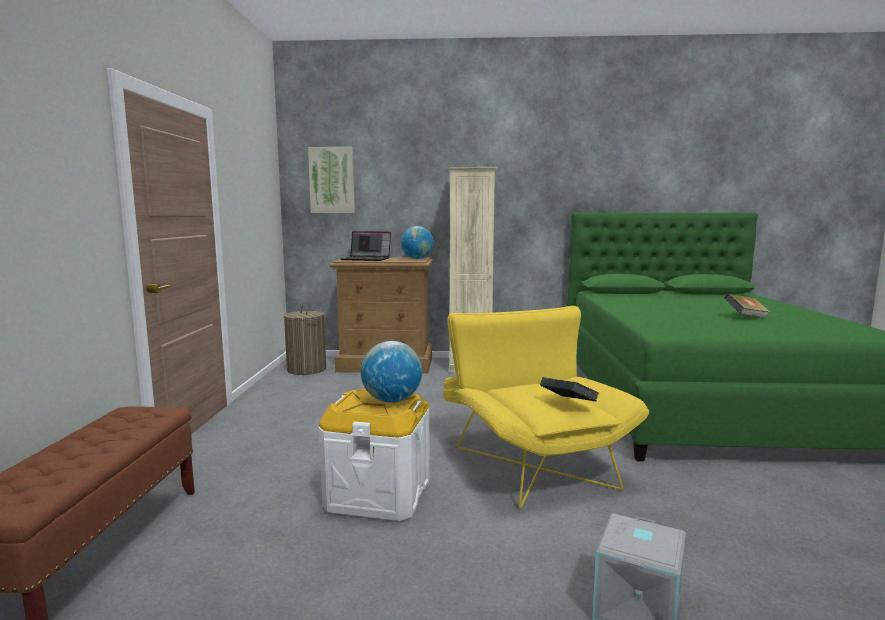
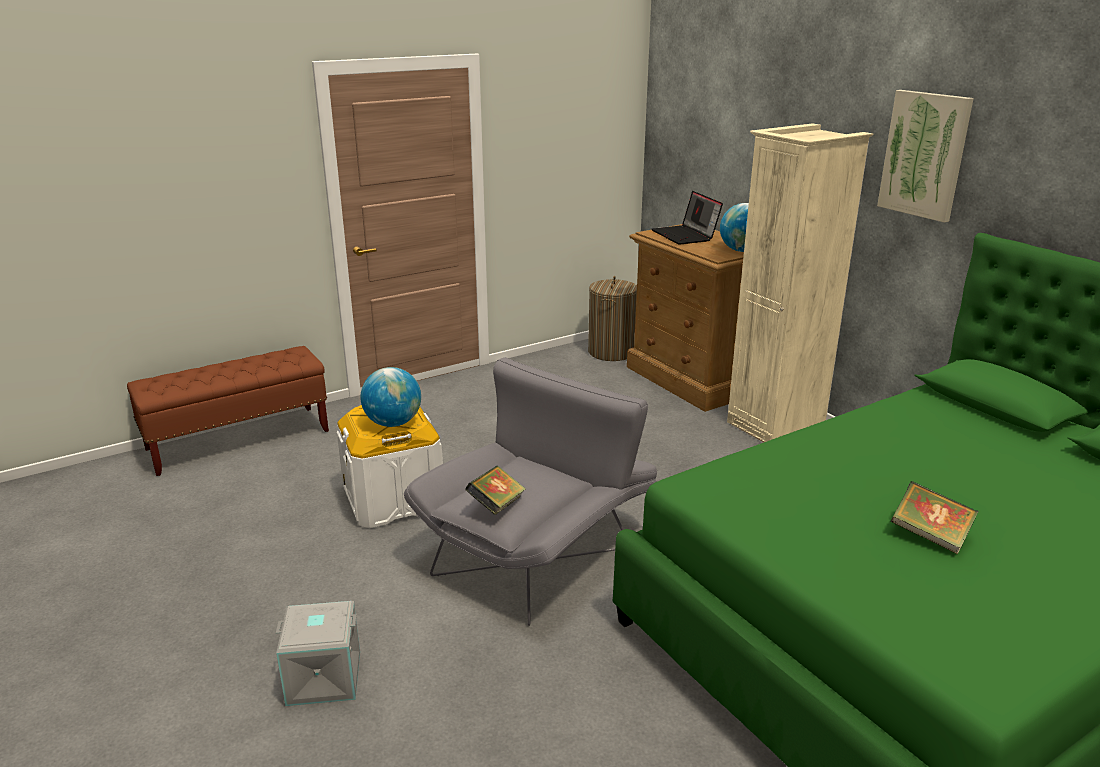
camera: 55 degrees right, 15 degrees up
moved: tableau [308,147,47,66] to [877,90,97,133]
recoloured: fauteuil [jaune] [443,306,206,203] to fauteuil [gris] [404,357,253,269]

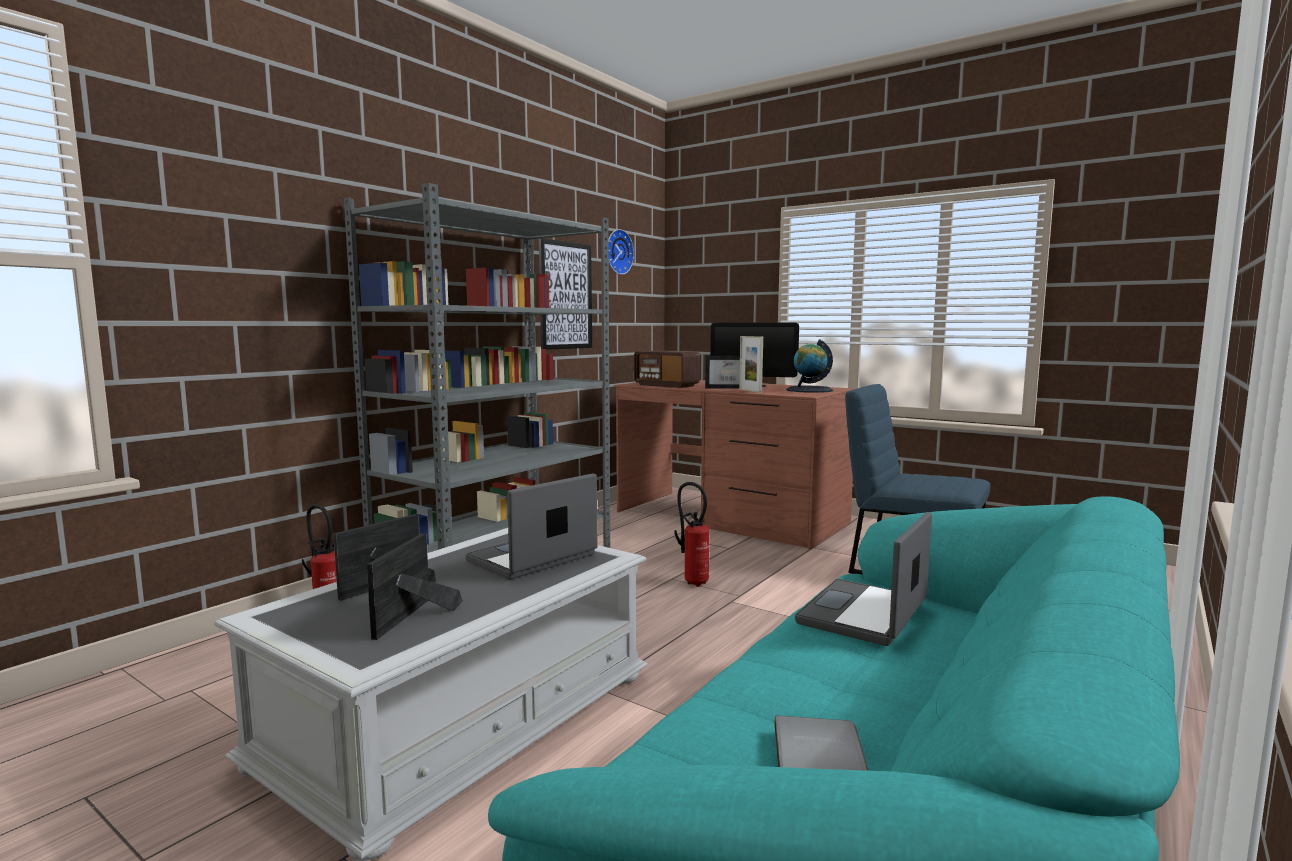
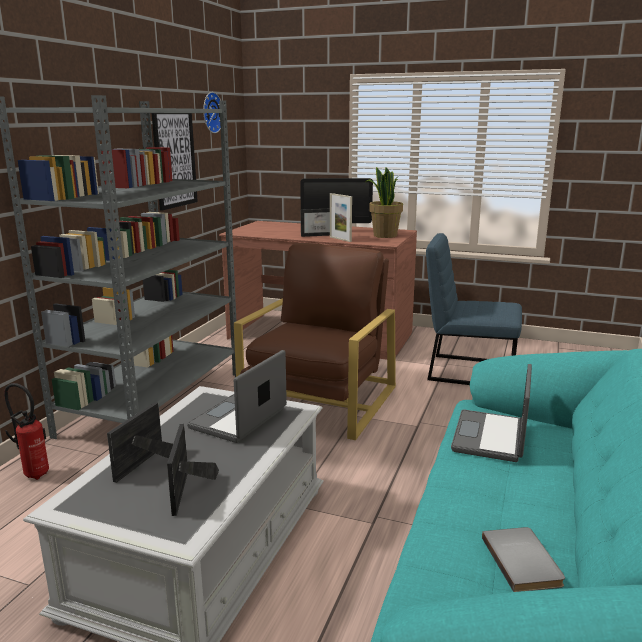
camera: 15 degrees left, 10 degrees up
removed: radio [634,351,66,37]
replaced: globe [786,340,47,53] to plante en pot [366,167,37,71]; extincteur [674,482,36,105] to fauteuil [marron] [234,243,162,197]

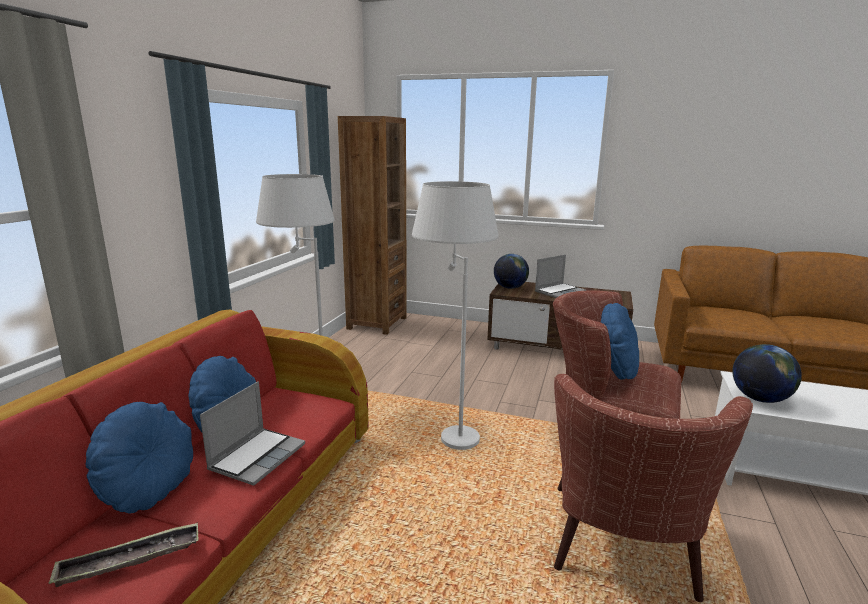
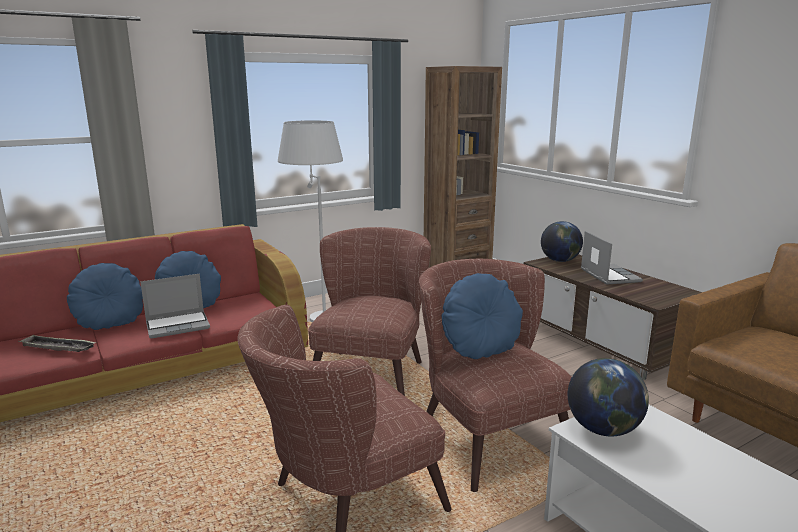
camera: 40 degrees right, 0 degrees up
replaced: lampadaire [blanc] [412,181,87,269] to fauteuil [marron] [308,227,123,169]
turned: ordinateur portable [535,255,52,43] = [581,231,62,54] 105 degrees counterclockwise

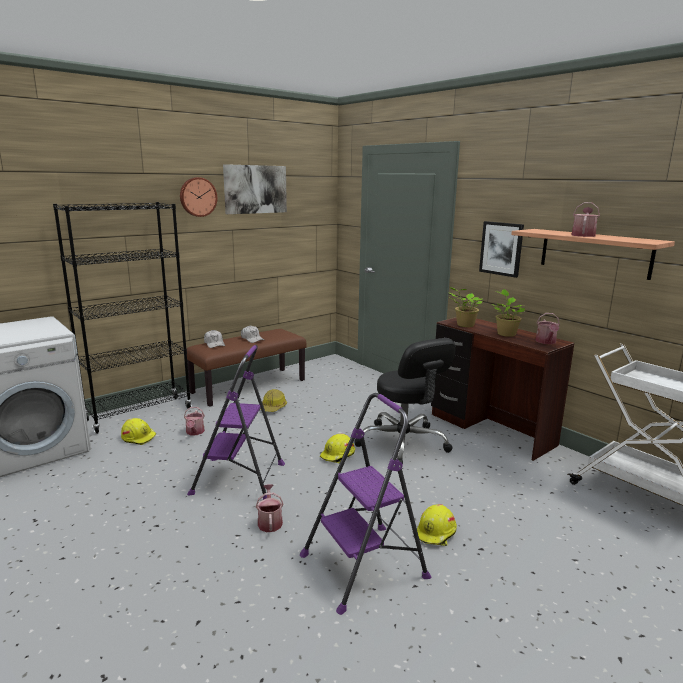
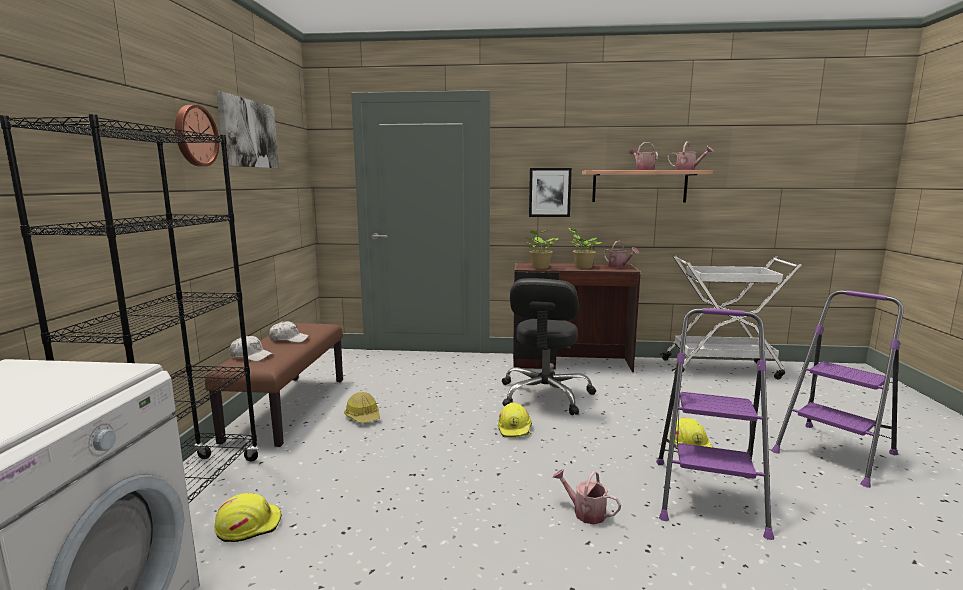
camera: 45 degrees left, 5 degrees down
moved: escabeau [violet] [187,345,98,155] to [771,290,133,198]; arrosoir [184,407,21,29] to [668,142,45,28]
turned: chaise de bureau [noir] [354,338,102,126] = [502,278,94,137] 90 degrees clockwise

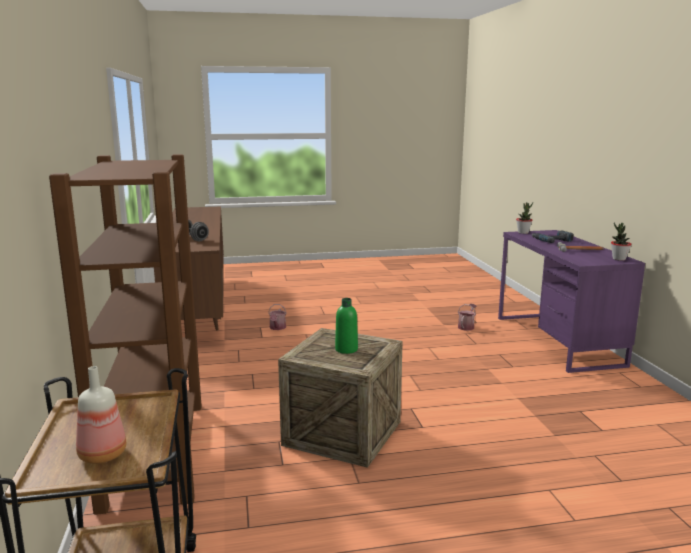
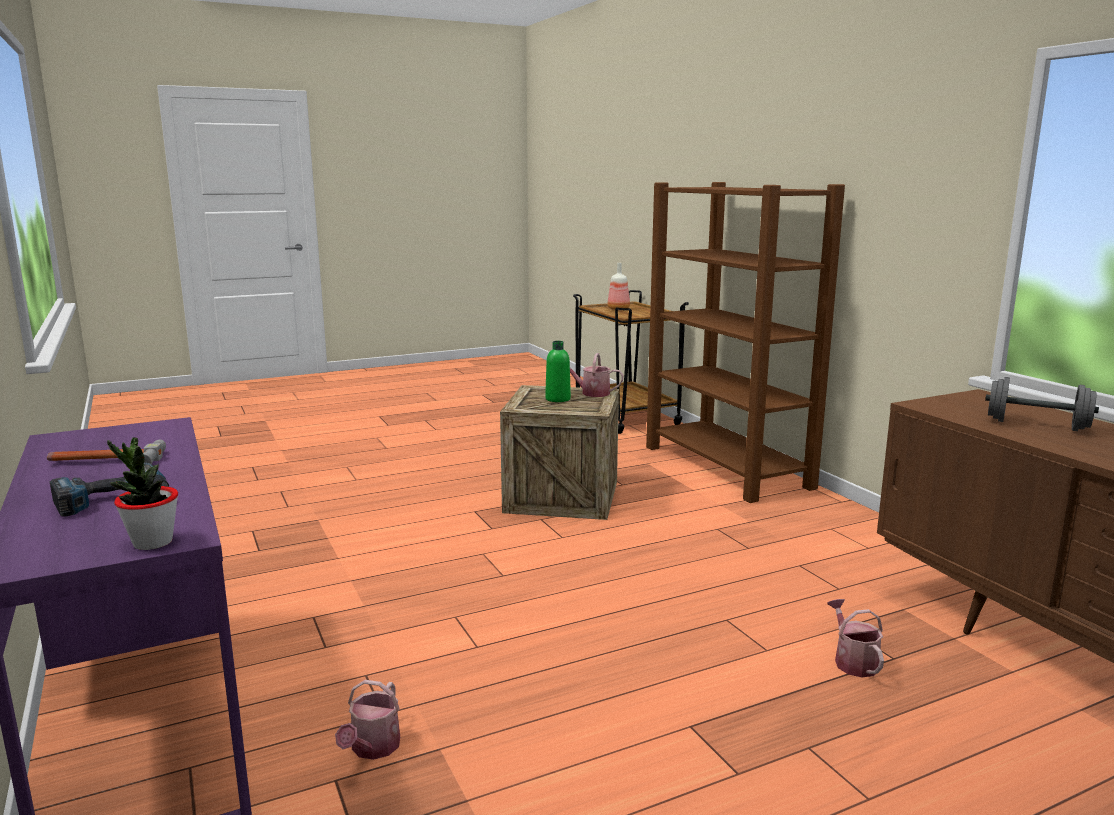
camera: 165 degrees right, 0 degrees up
removed: plante en pot [611,223,21,38]
added: arrosoir [570,353,54,44]

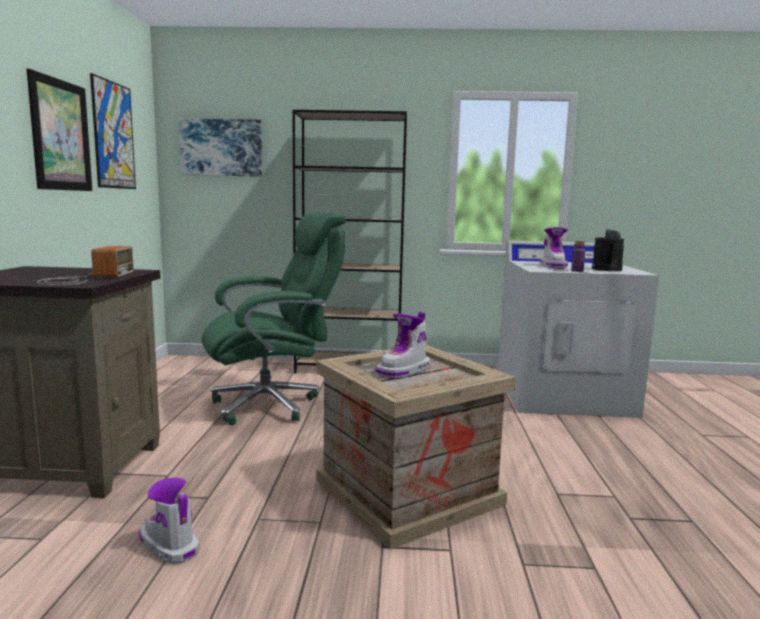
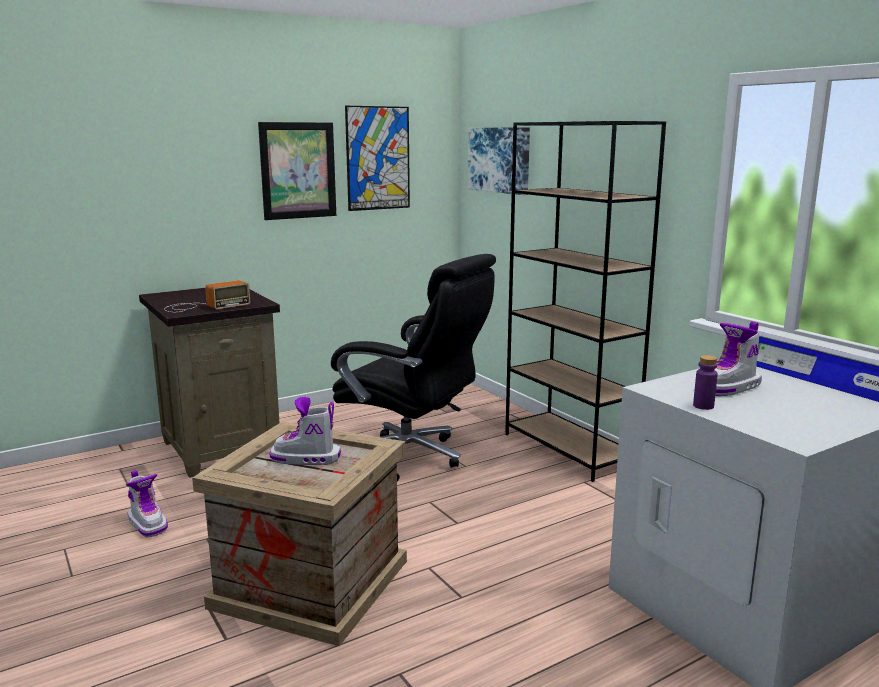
camera: 55 degrees right, 5 degrees up
removed: arrosoir [noir] [592,229,32,42]
recoloured: chaise de bureau [vert] [202,212,144,213] to chaise de bureau [noir] [331,254,165,227]
turned: botte [139,478,61,86] = [126,470,42,67] 135 degrees clockwise

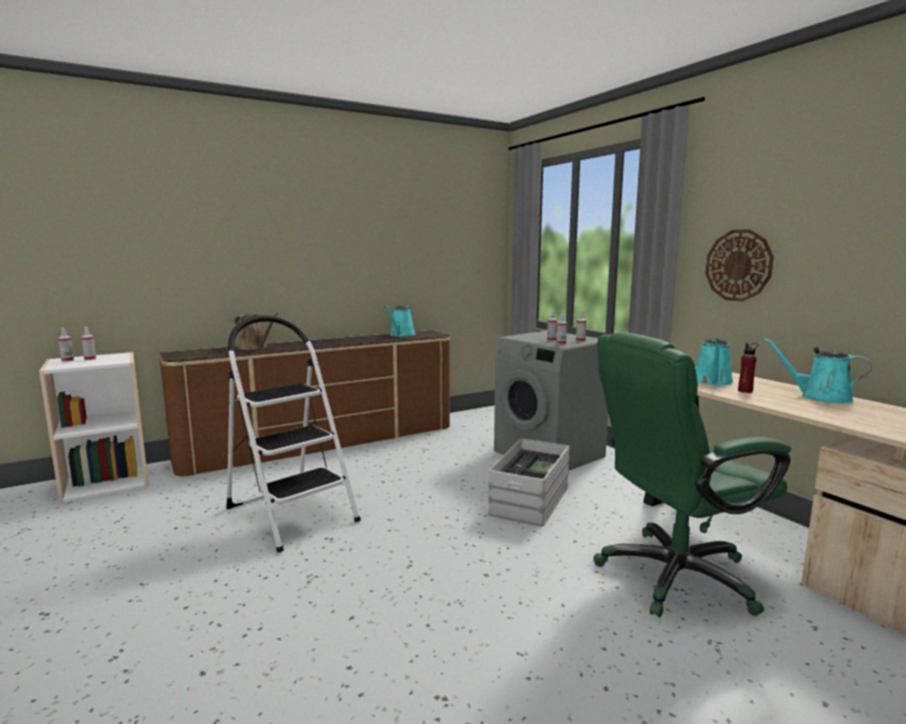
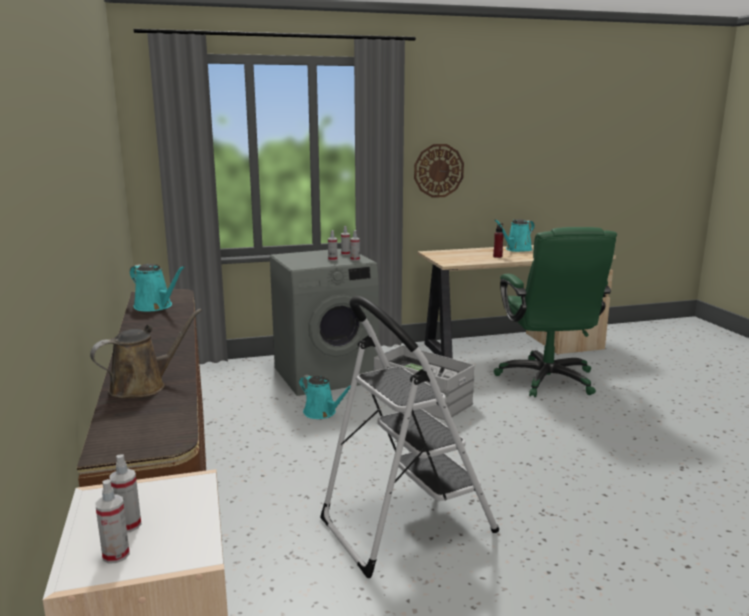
camera: 75 degrees left, 5 degrees up
moved: arrosoir [turquoise] [696,338,38,48] to [299,375,52,44]

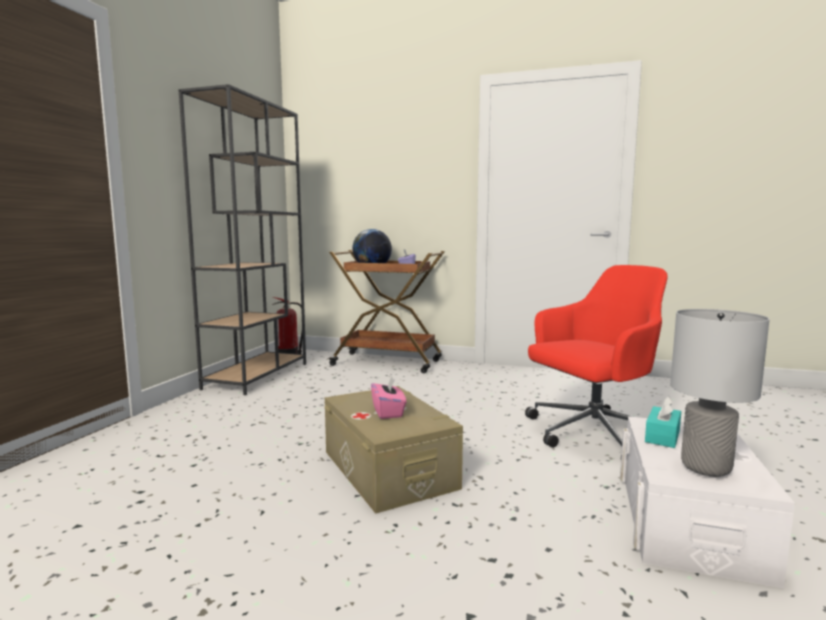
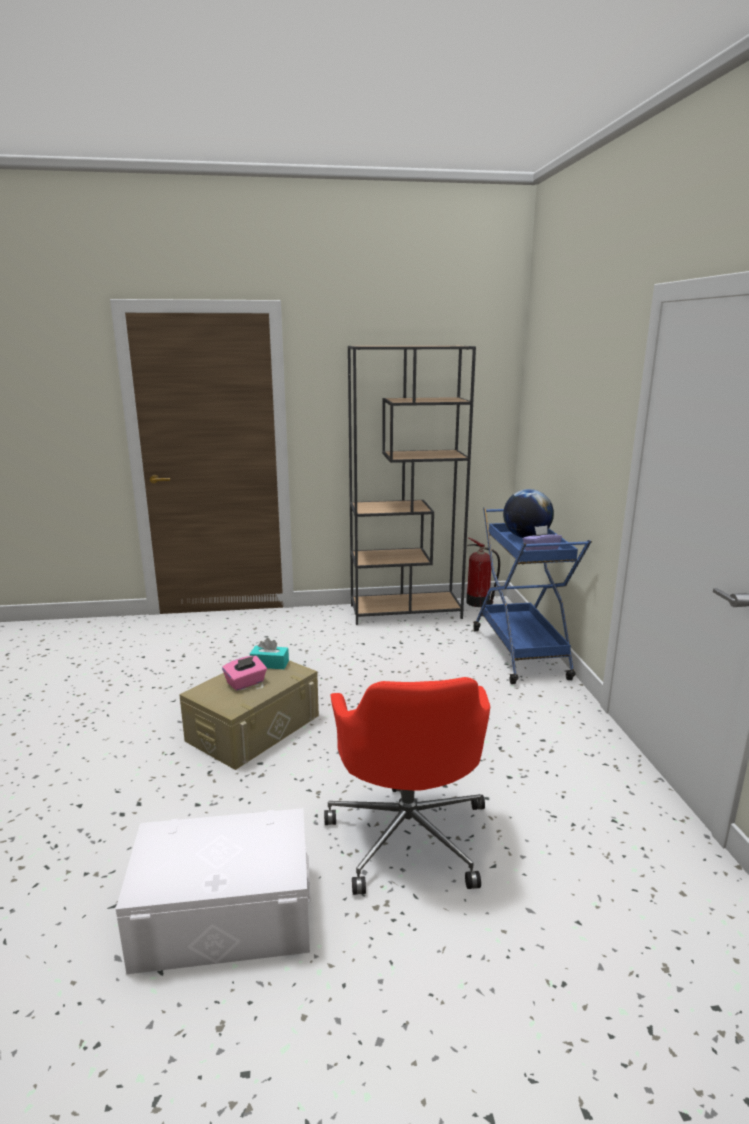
camera: 65 degrees right, 10 degrees up
removed: lampe de table [gris] [670,309,100,168]
moved: boîte à mouchoirs [turquoise] [645,396,36,52] to [250,638,39,31]
recoloured: chariot [marron] [328,250,117,123] to chariot [bleu] [473,507,119,177]
turned: chaise de bureau [rouge] [525,265,143,183] = [324,677,166,218] 45 degrees clockwise

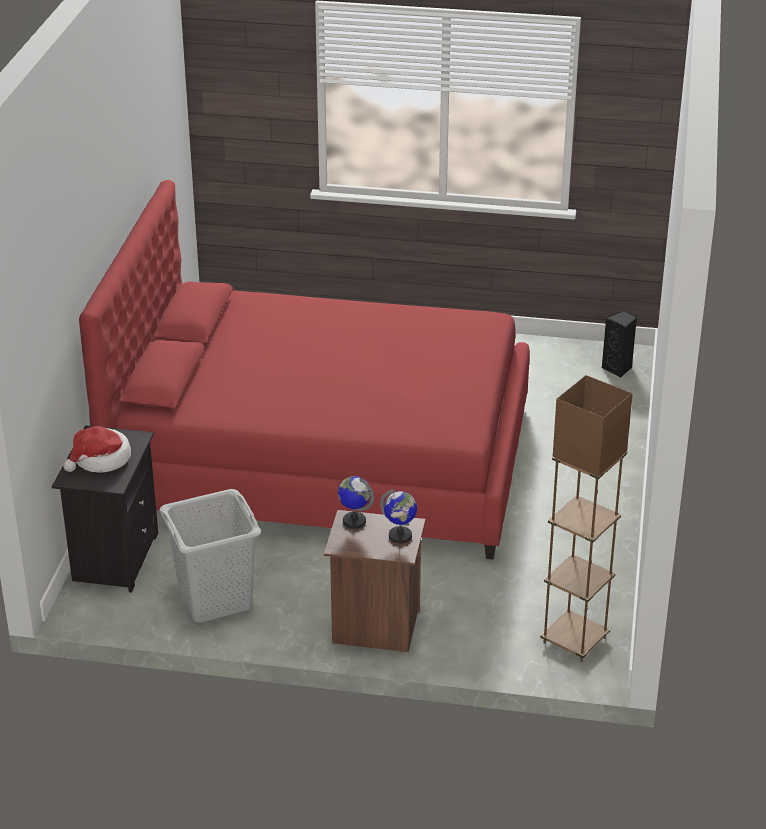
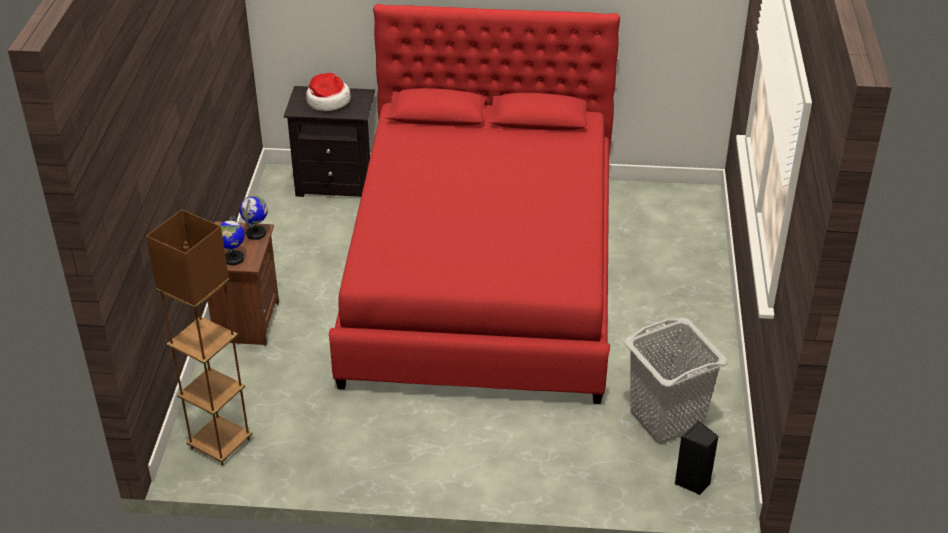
camera: 85 degrees right, 5 degrees up
moved: panier à linge [gris] [160,489,101,133] to [624,318,104,126]

